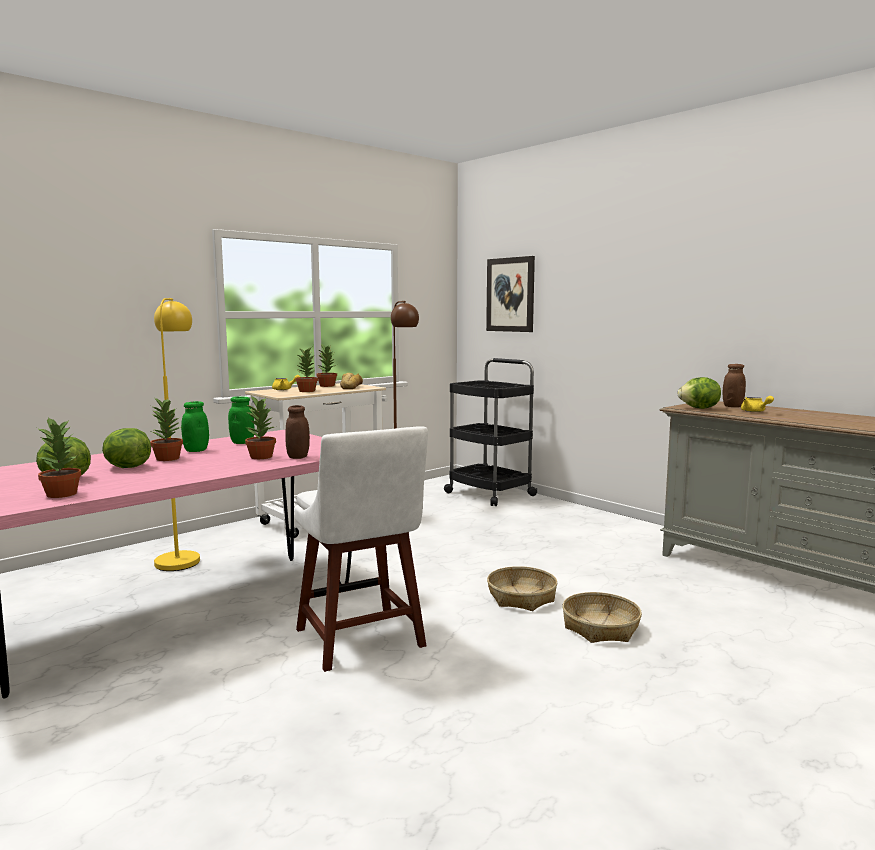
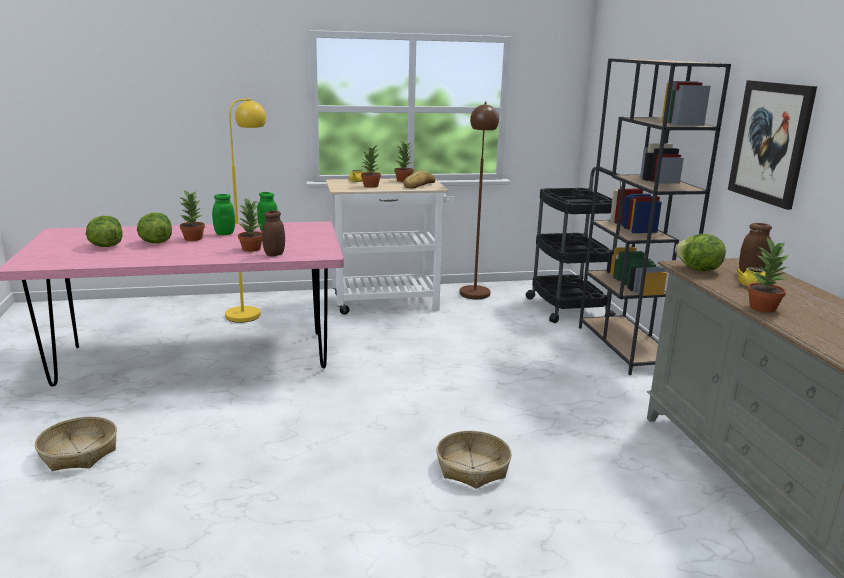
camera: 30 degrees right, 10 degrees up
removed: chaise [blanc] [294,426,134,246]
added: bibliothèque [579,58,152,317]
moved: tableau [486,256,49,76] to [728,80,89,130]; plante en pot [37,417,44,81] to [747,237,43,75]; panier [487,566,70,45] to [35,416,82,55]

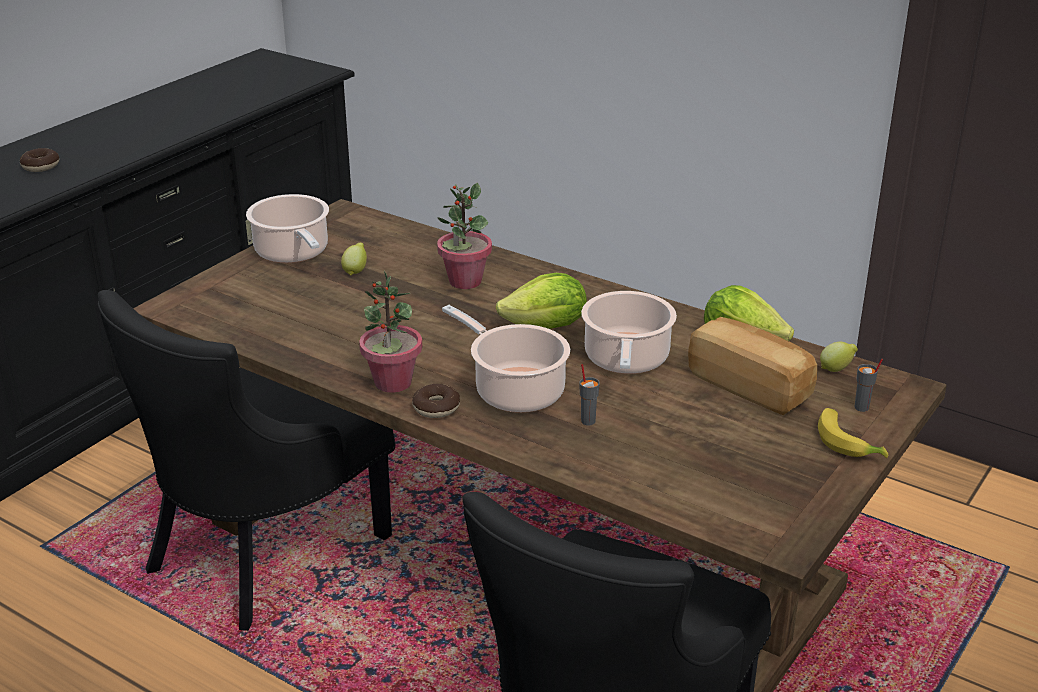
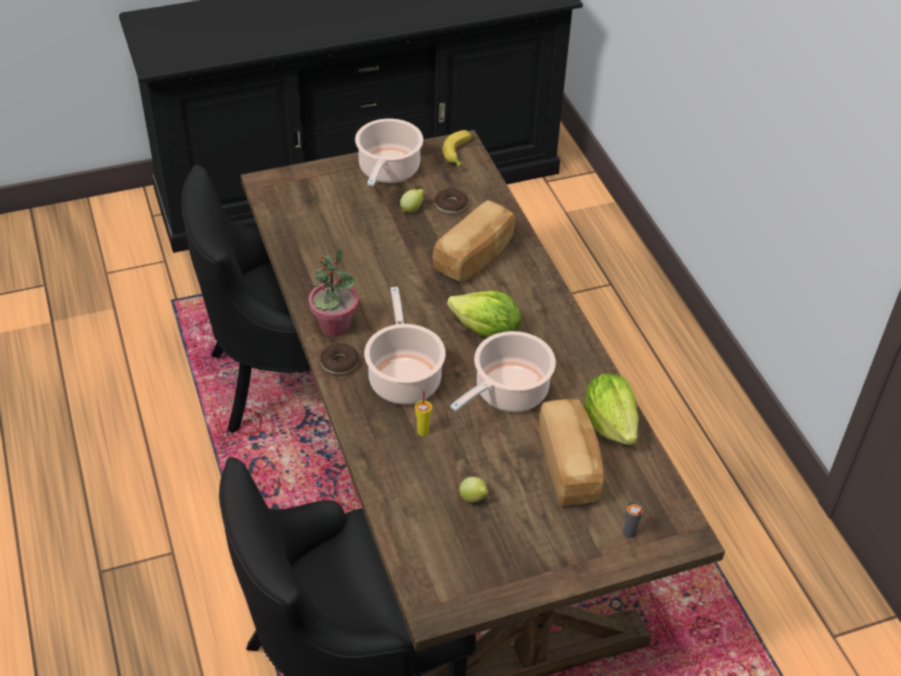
camera: 35 degrees right, 15 degrees up
moved: beignet [20,148,39,24] to [435,188,33,26]; citron [820,342,38,30] to [459,477,29,25]; banane [818,408,70,50] to [442,130,31,38]
replaced: plante en pot [437,183,55,106] to pain [433,200,82,82]
recoloured: tasse [gris] [579,364,21,62] to tasse [jaune] [415,390,17,46]

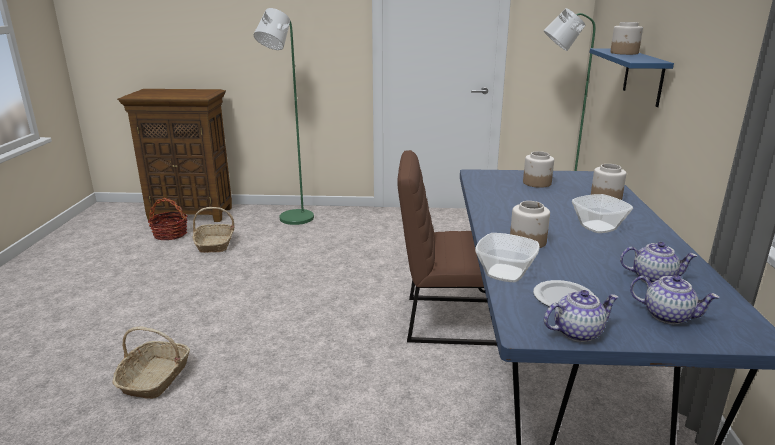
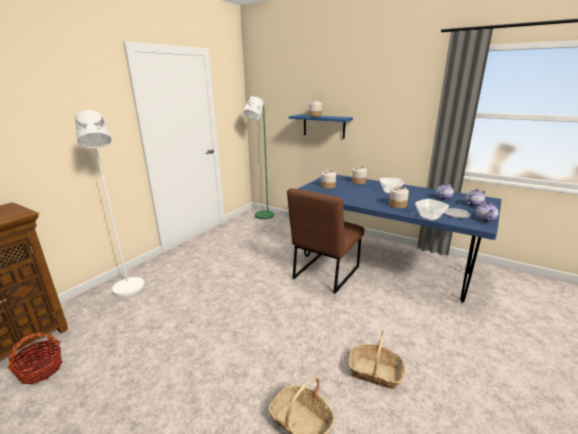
camera: 60 degrees left, 0 degrees up
moved: panier [192,207,43,46] to [348,330,57,59]
recoloured: lampadaire [vert] [254,8,60,217] to lampadaire [blanc] [75,110,70,186]

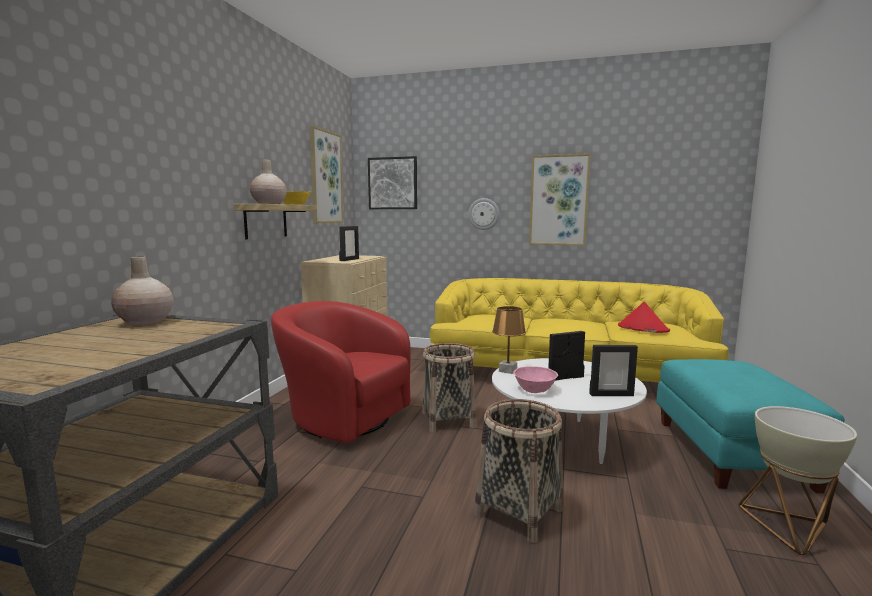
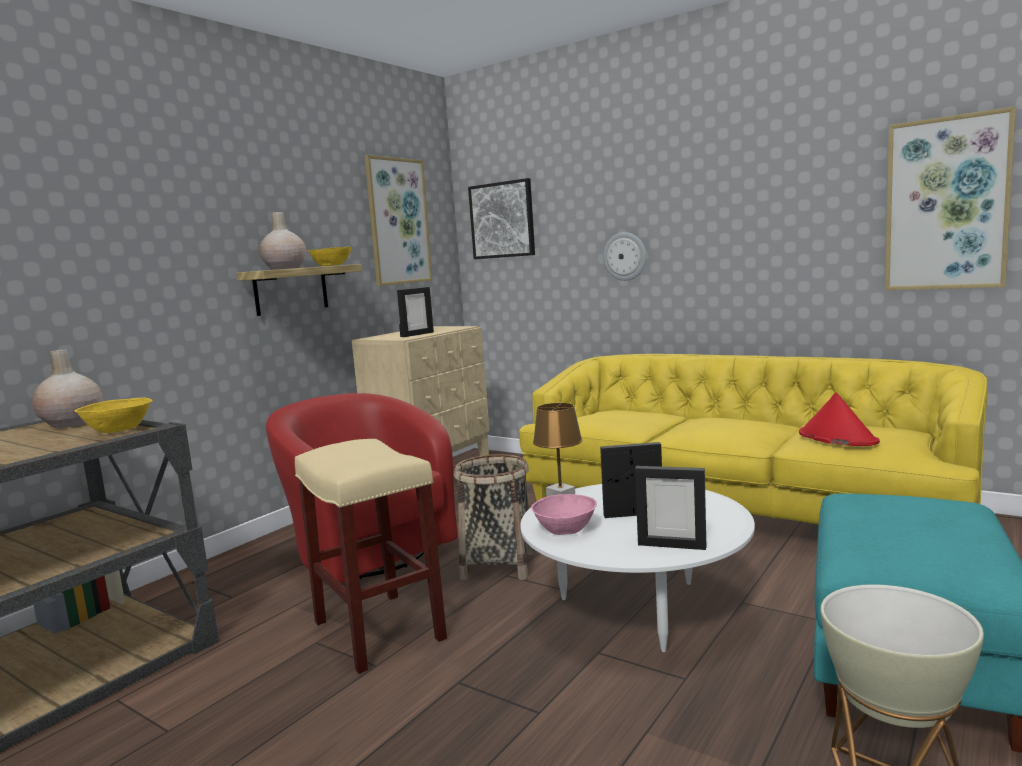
camera: 20 degrees right, 0 degrees up
removed: panier [474,399,90,144]
added: bol [jaune] [75,398,77,35]; tabouret [beige] [295,439,152,235]
moved: tableau [529,153,62,93] to [885,107,131,183]

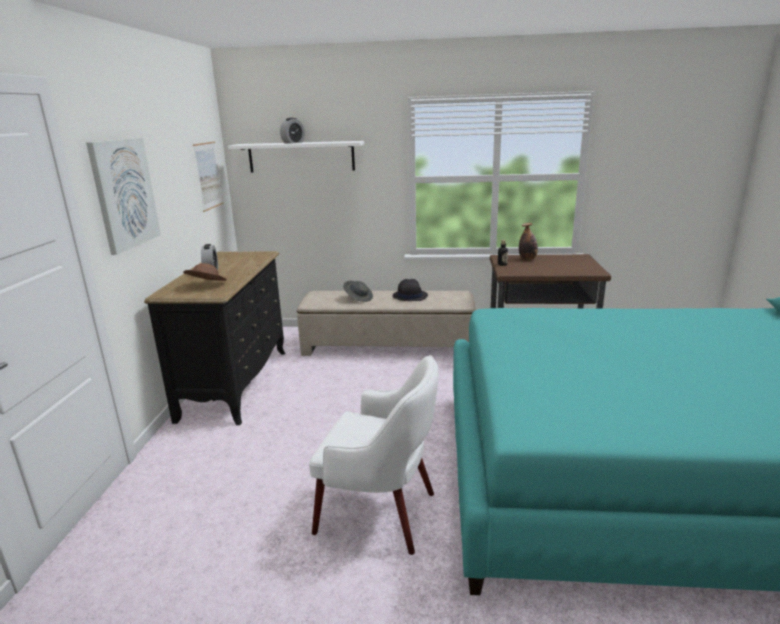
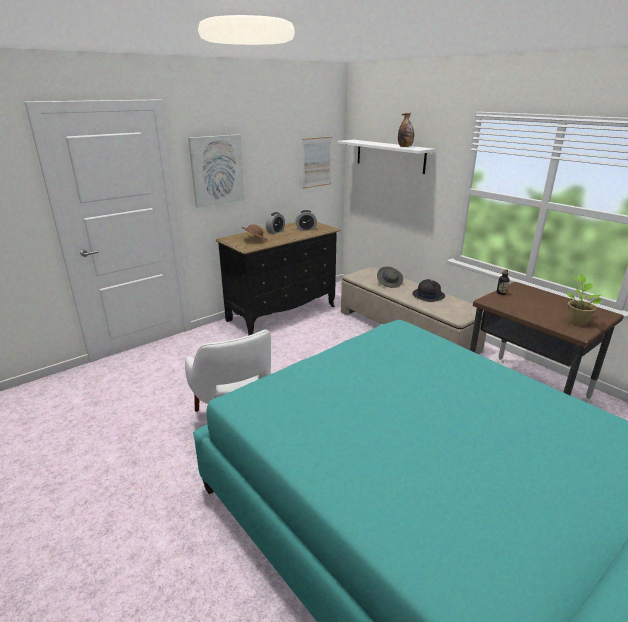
camera: 45 degrees right, 5 degrees up
added: plante en pot [565,274,38,52]
moved: réveil [280,118,25,26] to [295,210,22,21]; bouteille [519,223,19,37] to [398,113,16,34]

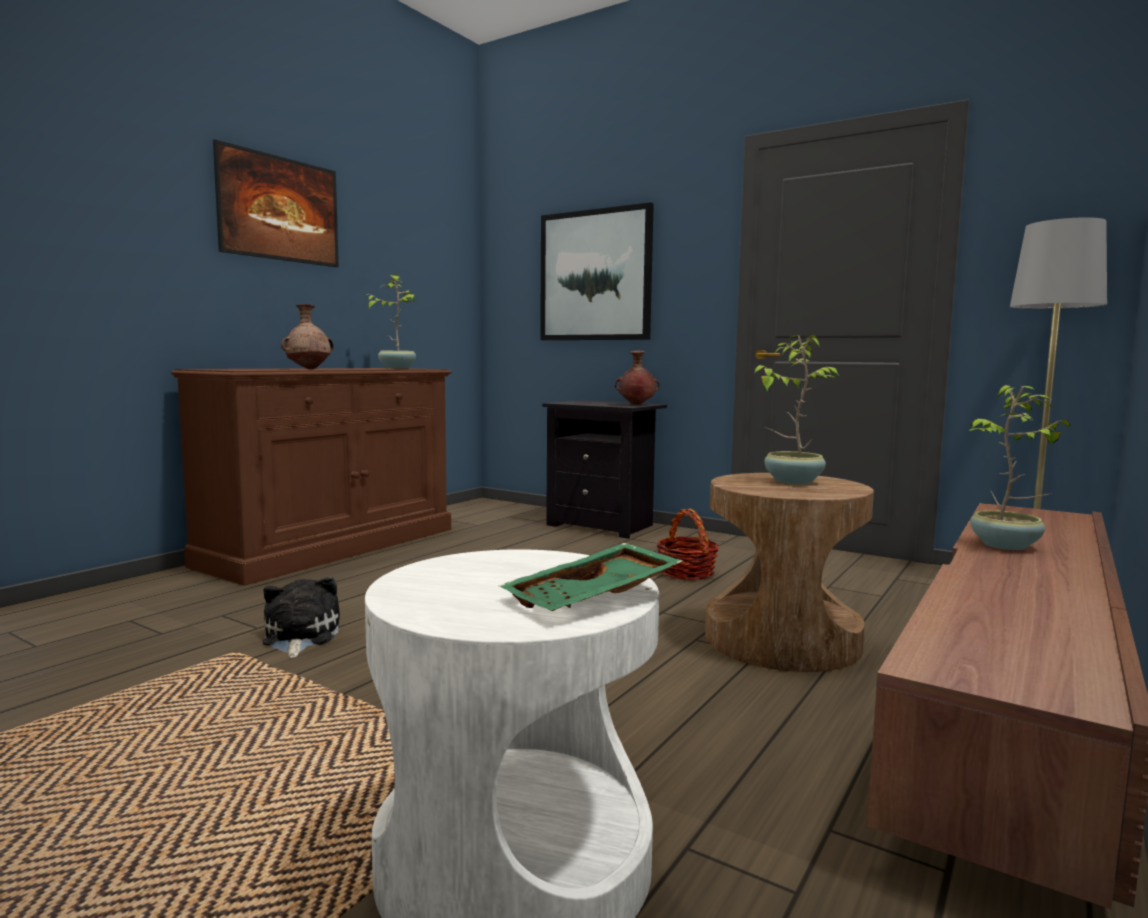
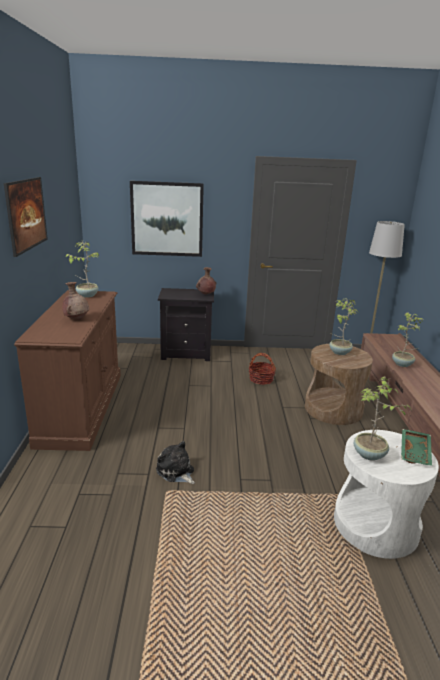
camera: 35 degrees left, 15 degrees up
added: plante en pot [354,376,57,85]

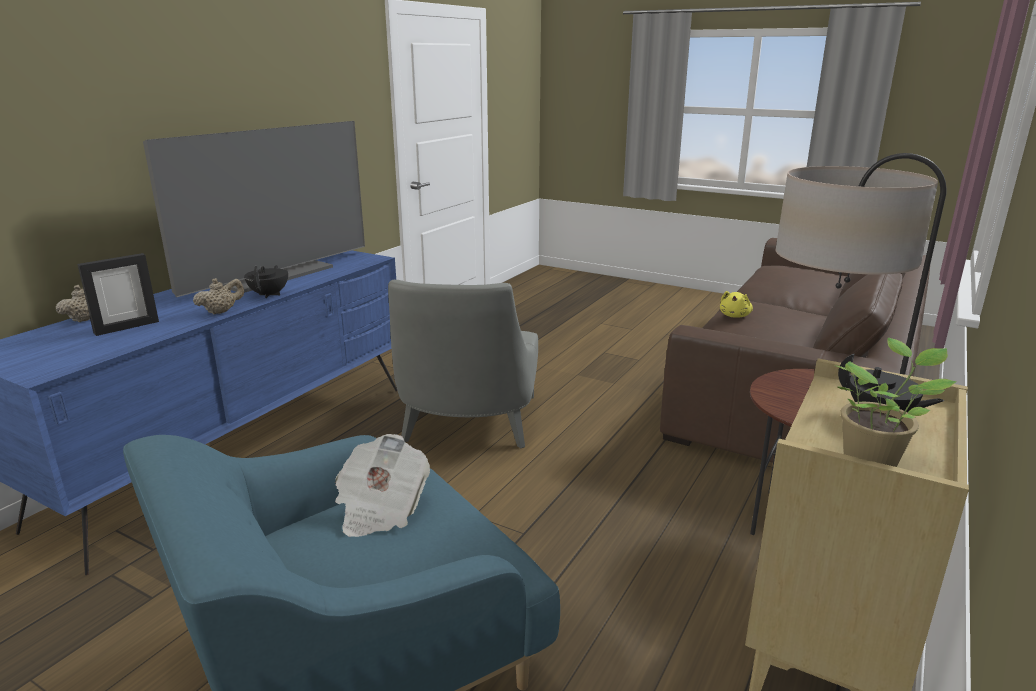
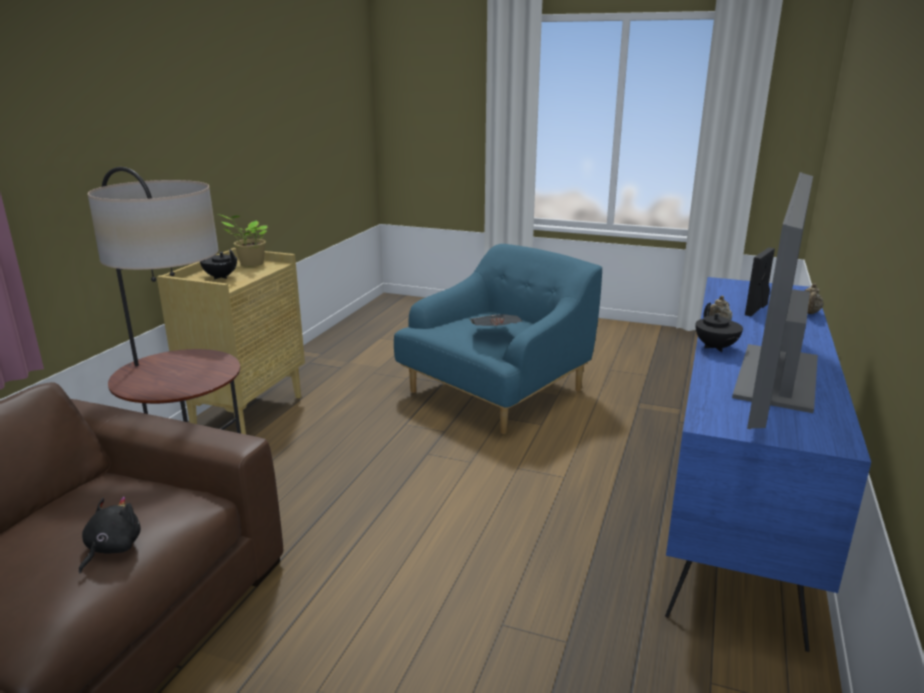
camera: 170 degrees right, 0 degrees up
removed: fauteuil [gris] [388,280,150,169]
recoloured: peluche [jaune] [720,291,33,27] to peluche [noir] [79,496,62,77]

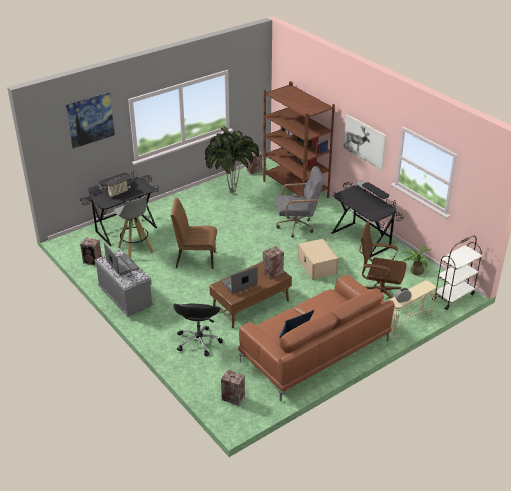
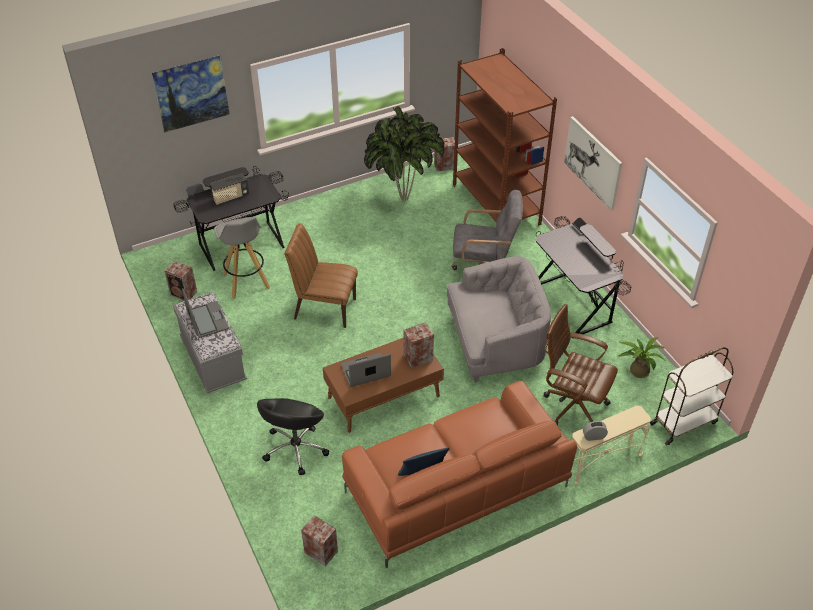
camera: 10 degrees right, 10 degrees up
replaced: boîte de rangement [beige] [298,238,41,42] to fauteuil [gris] [447,256,104,126]

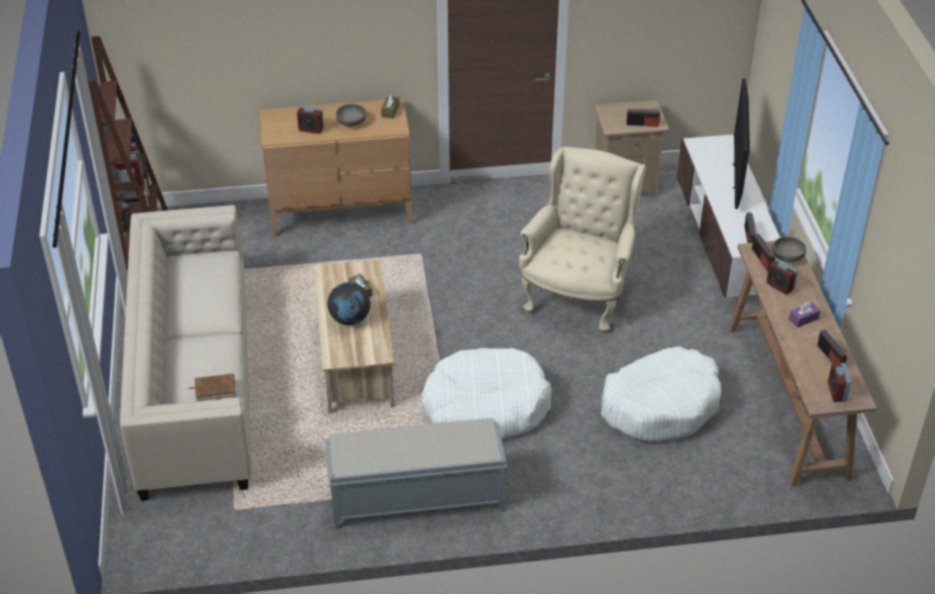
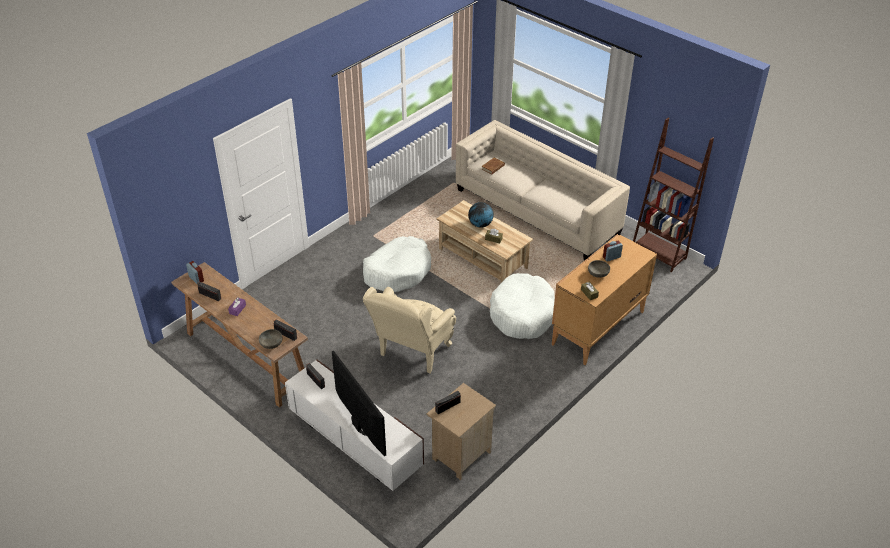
camera: 140 degrees right, 0 degrees up
removed: réveil [766,259,32,36]; banc [gris] [325,418,182,111]
moved: panier pour chien [blanc] [601,347,120,95] to [490,273,65,66]
turned: fauteuil [beige] [519,147,127,186] = [363,287,93,86] 45 degrees clockwise

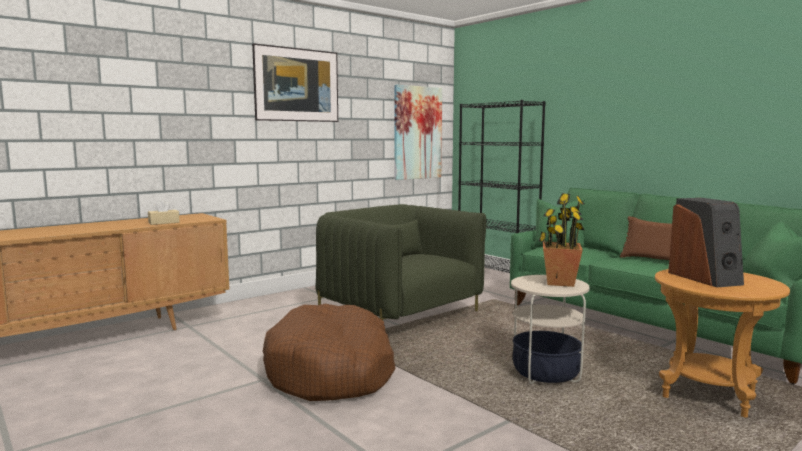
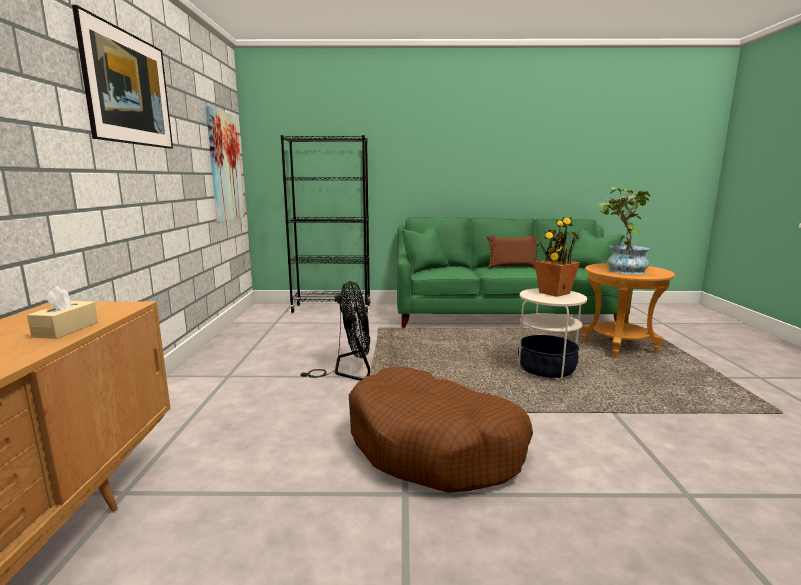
camera: 50 degrees left, 5 degrees up
replaced: enceinte [668,198,76,89] to plante en pot [599,187,53,87]; fauteuil [vert] [316,204,170,116] to ventilateur [noir] [300,281,70,100]

